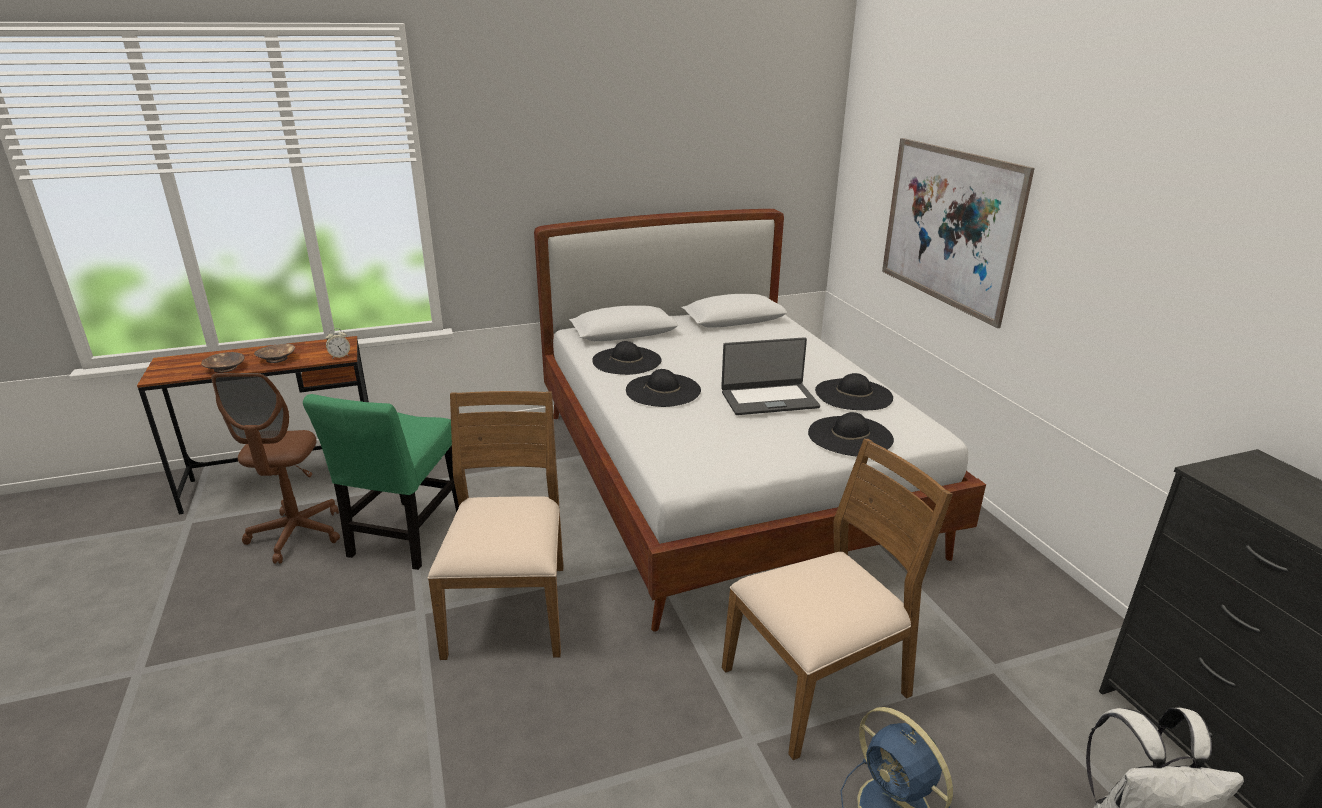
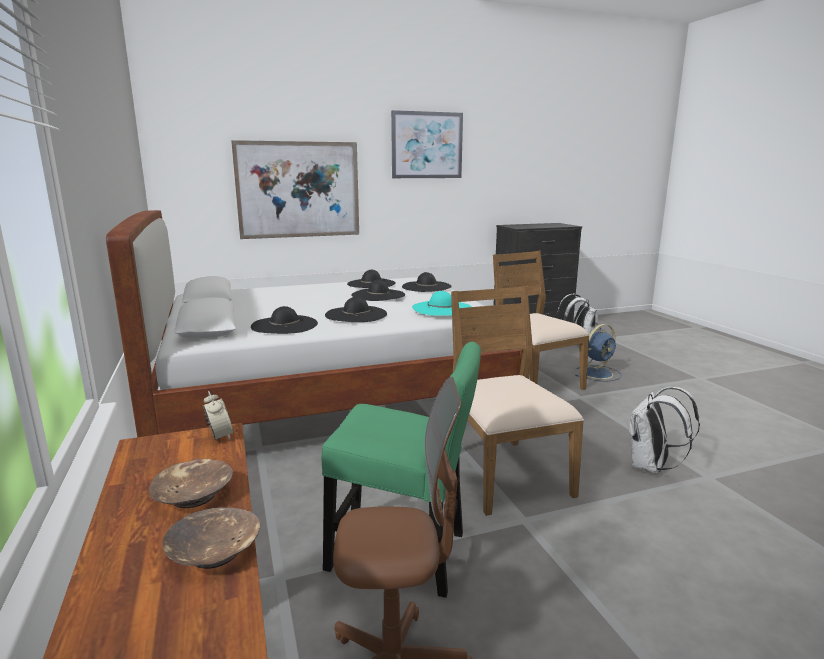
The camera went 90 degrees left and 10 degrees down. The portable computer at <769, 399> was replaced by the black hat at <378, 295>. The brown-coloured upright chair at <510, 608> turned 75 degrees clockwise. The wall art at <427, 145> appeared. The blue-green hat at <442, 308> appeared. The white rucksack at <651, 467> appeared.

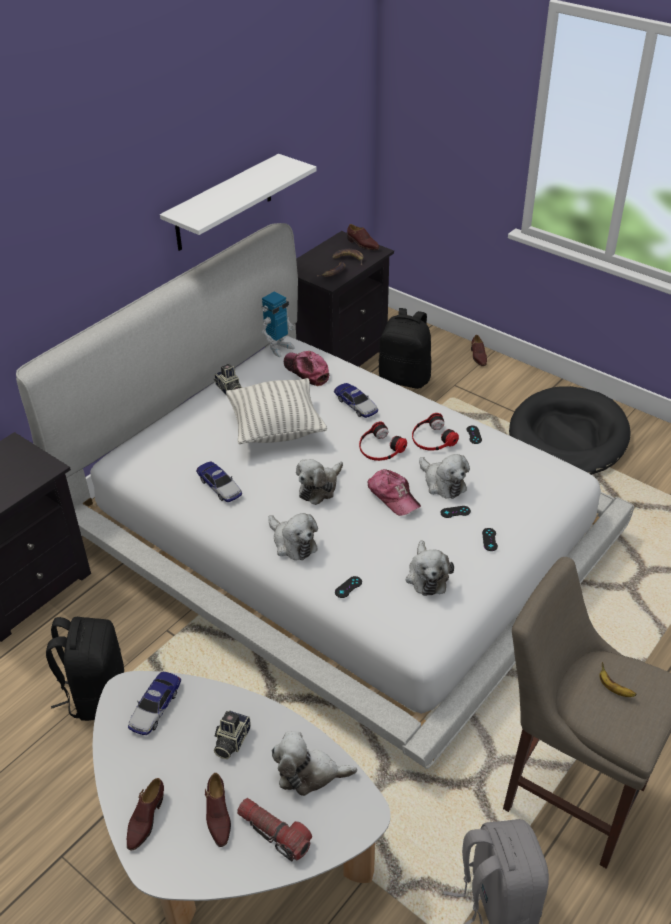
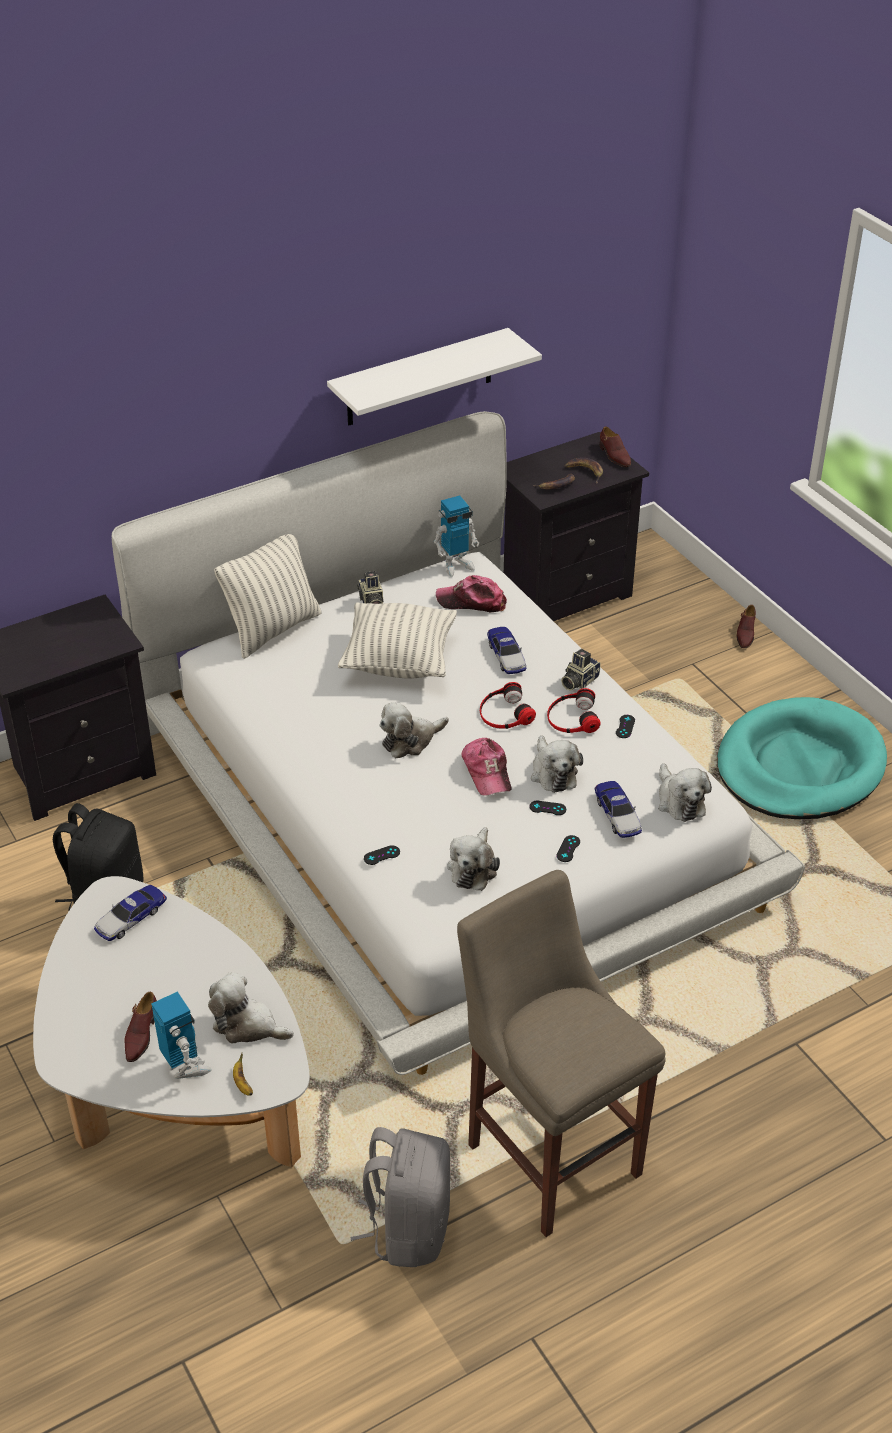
The camera went 20 degrees right and 0 degrees up. The black rucksack at <405, 378> disappeared. The cap at <306, 371> turned 60 degrees counterclockwise. The black dog cushion at <567, 437> became the blue-green dog cushion at <799, 766>. The toy car moved from <219, 486> to <617, 814>. The soft toy moved from <292, 543> to <679, 801>. The banana fruit moved from <613, 689> to <242, 1083>. The photo camera moved from <231, 741> to <578, 681>. The brown-coloured item of footwear at <145, 819> disappeared. The hand torch at <274, 833> was replaced by the robot figure at <185, 1067>. The pillow at <273, 629> appeared.

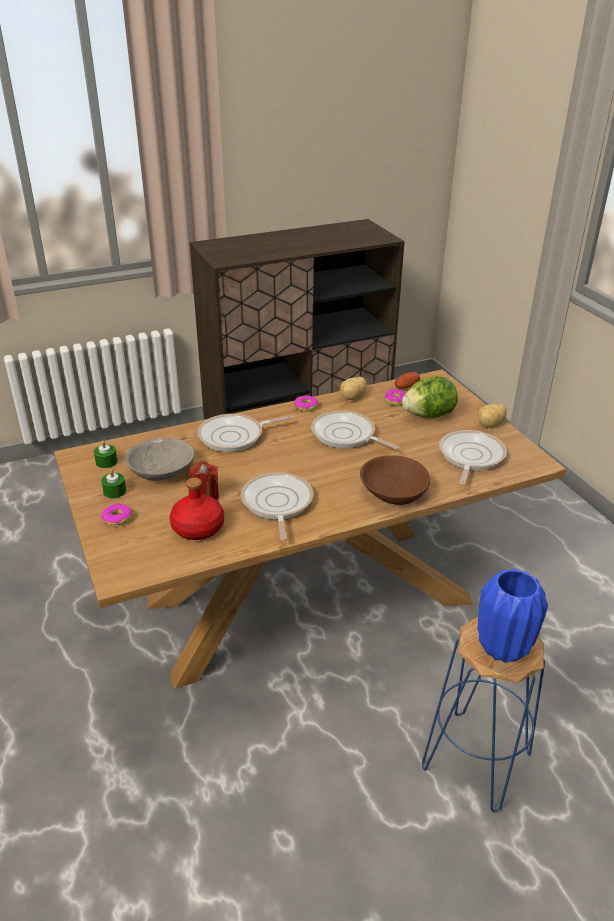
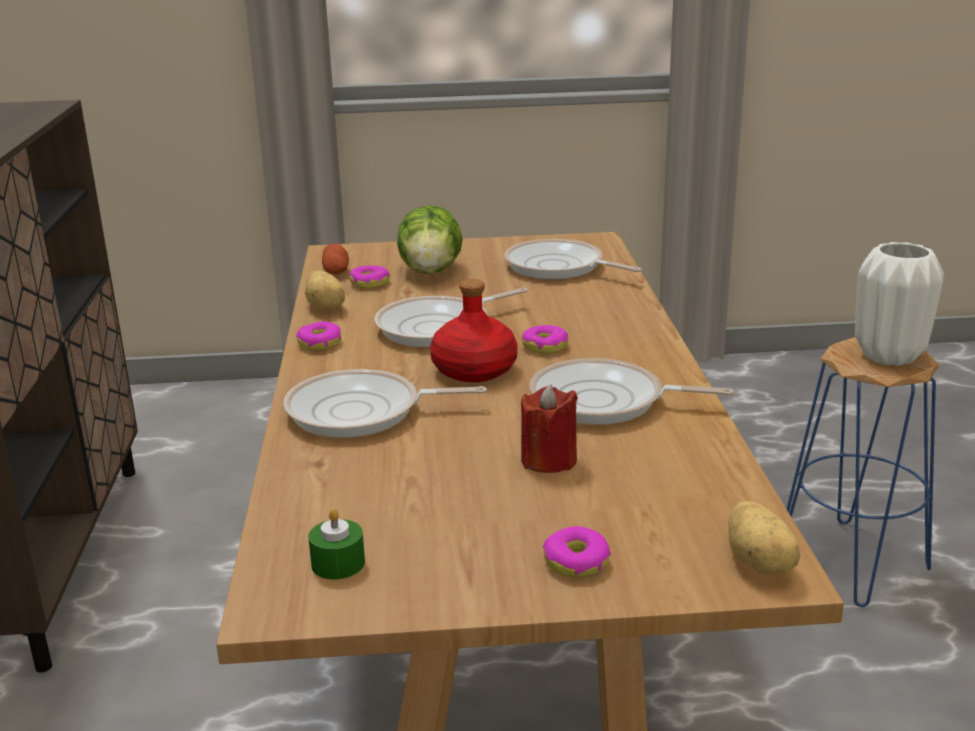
The camera went 70 degrees left and 10 degrees down. The spud moved from <491, 424> to <760, 563>. The skillet at <235, 436> turned 90 degrees clockwise. The grey bowl at <162, 471> disappeared. The brown-coloured bowl at <393, 492> disappeared. The green-coloured wax candle at <114, 491> disappeared. The red beverage bottle moved from <198, 528> to <475, 370>. The blue-coloured vase at <502, 647> became the white vase at <888, 356>. The ring doughnut at <545, 346> appeared.

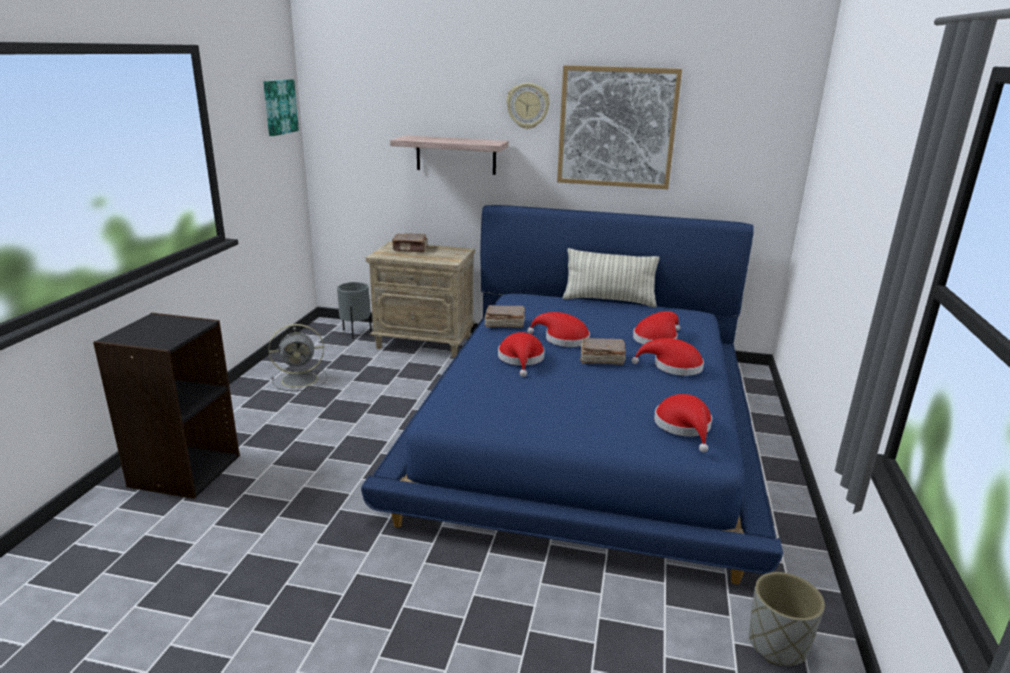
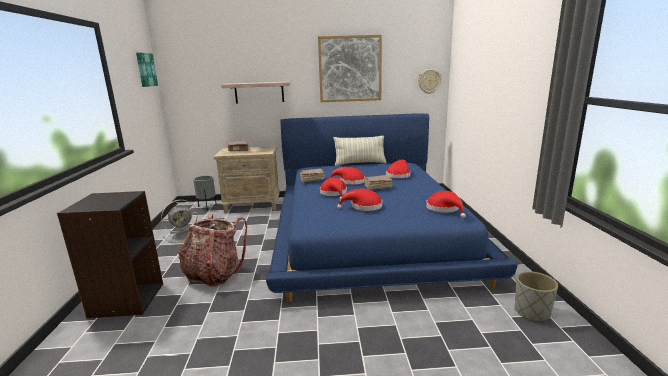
The camera went 15 degrees left and 5 degrees down. The hanging clock moved from <528, 106> to <429, 81>. The red hat moved from <673, 366> to <363, 207>. The rucksack at <214, 274> appeared.

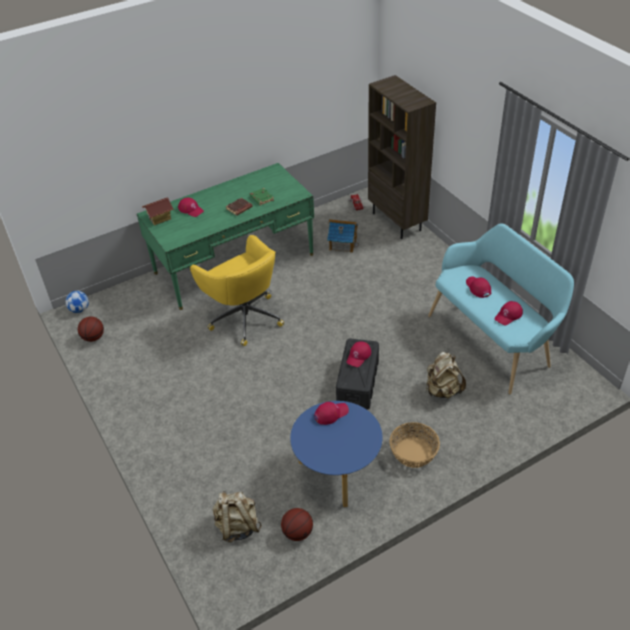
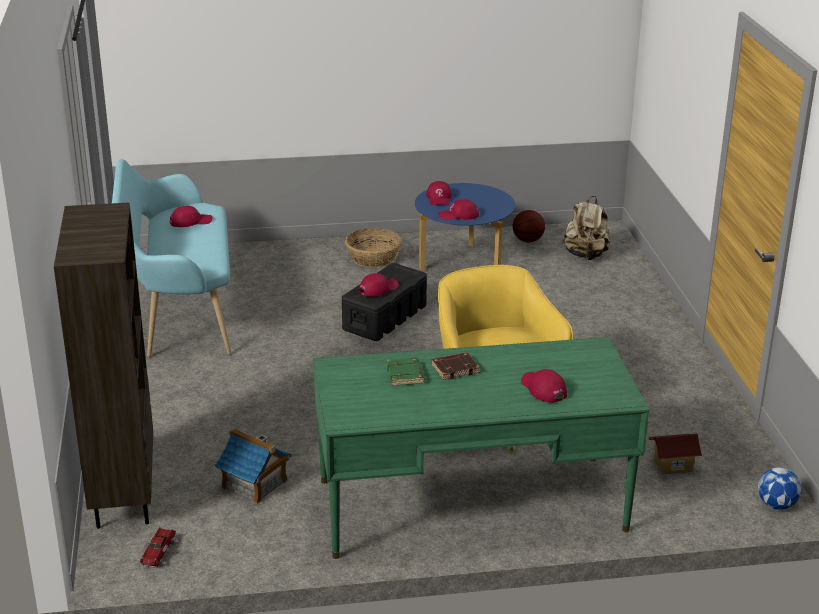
The camera went 160 degrees left and 15 degrees down. The model house moved from <160, 218> to <672, 465>. The red cap moved from <478, 288> to <439, 198>. The ball for basketball at <93, 337> disappeared. The beige-coloured rucksack at <442, 390> disappeared.

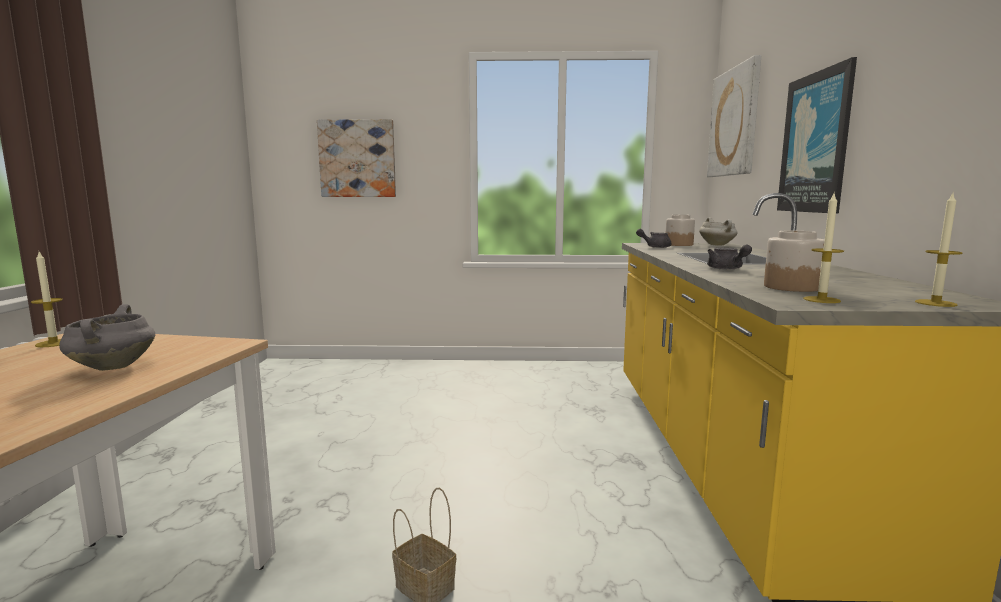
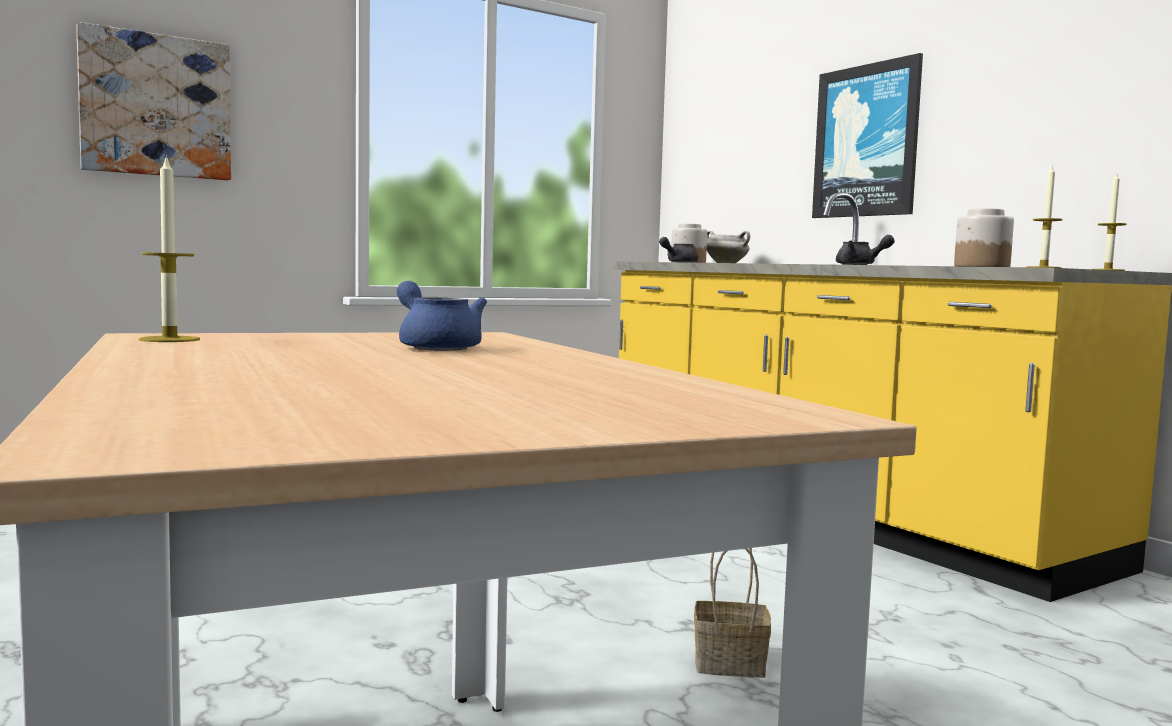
The camera went 35 degrees left and 5 degrees down. The wall art at <734, 122> disappeared. The grey saucepot at <112, 367> was replaced by the blue-coloured tea pot at <436, 347>.

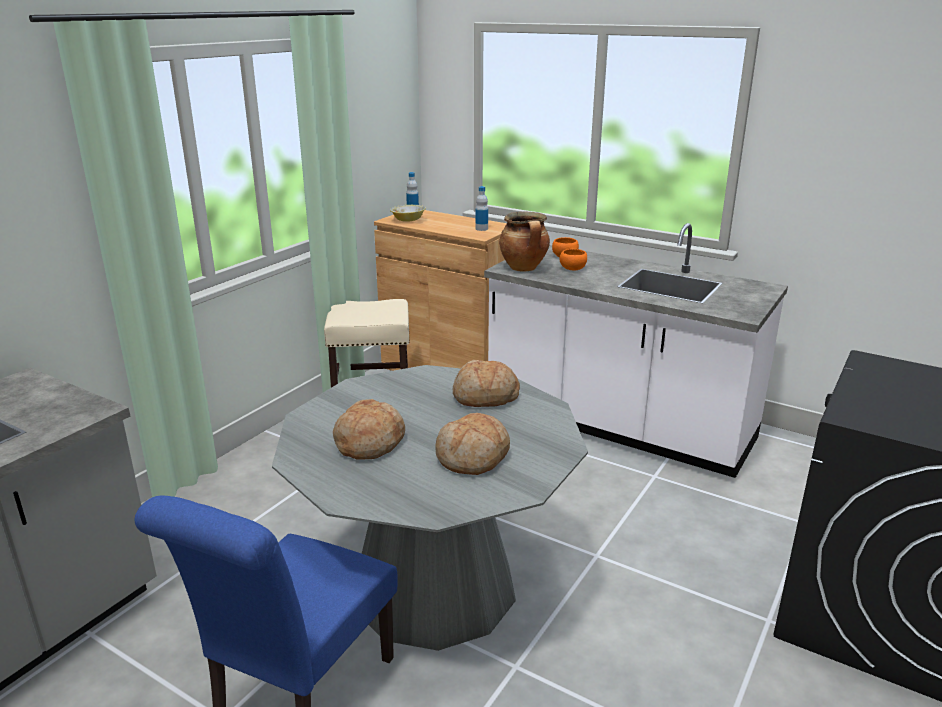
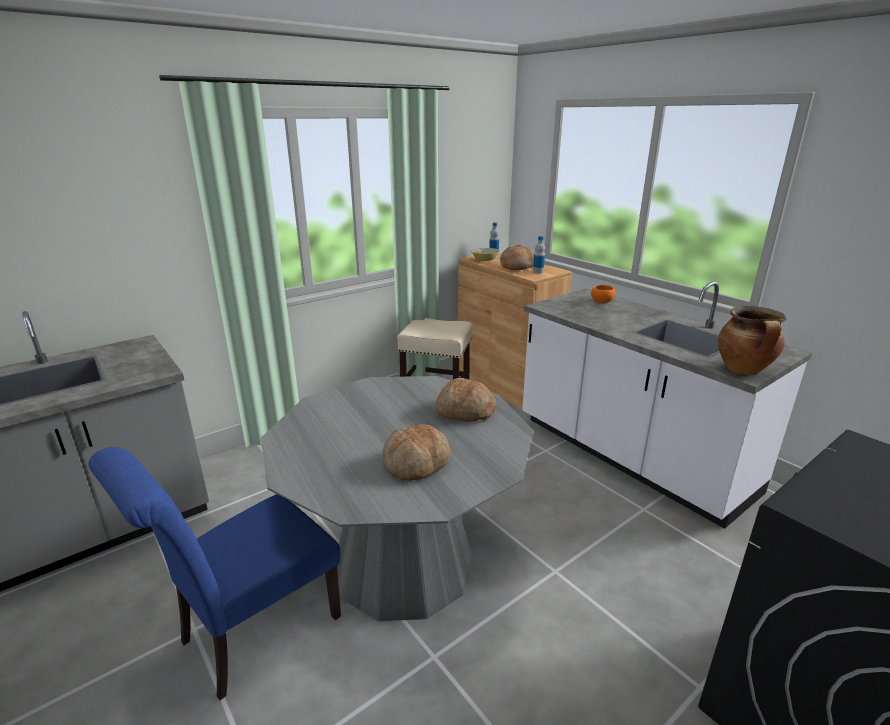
The camera went 20 degrees right and 0 degrees up. The saucepot moved from <524, 268> to <744, 370>. The orangey bowl at <573, 269> disappeared. The baked bread moved from <369, 442> to <517, 266>.

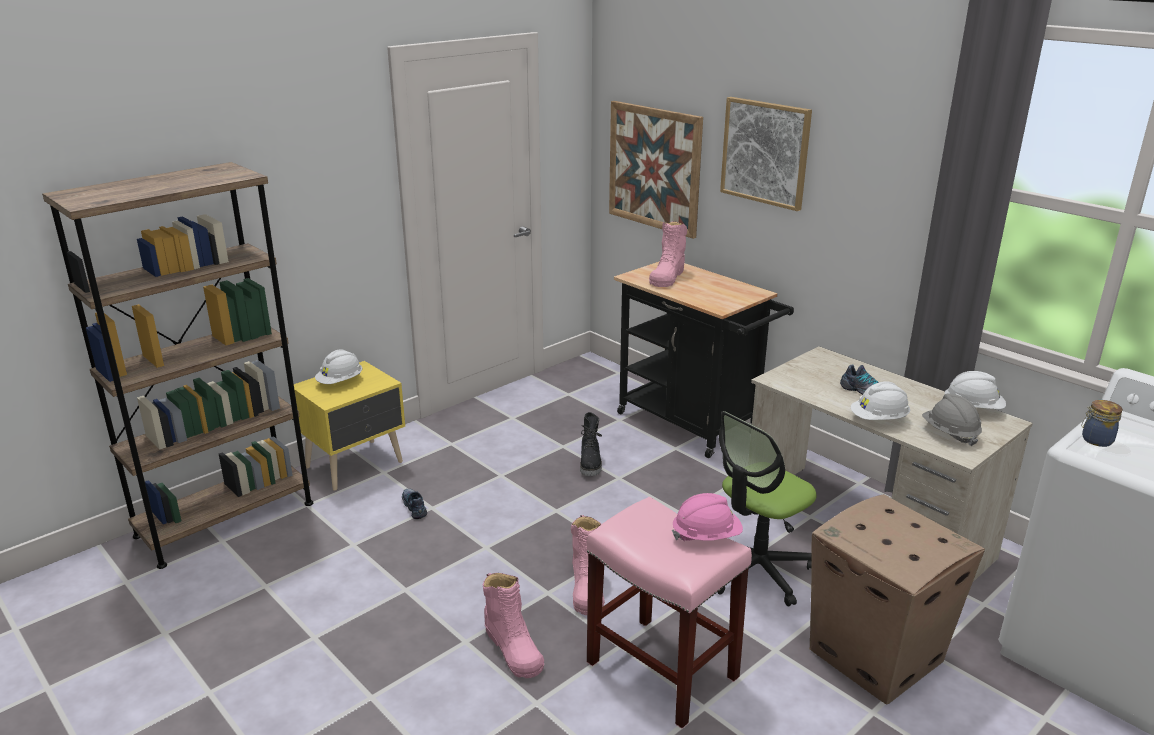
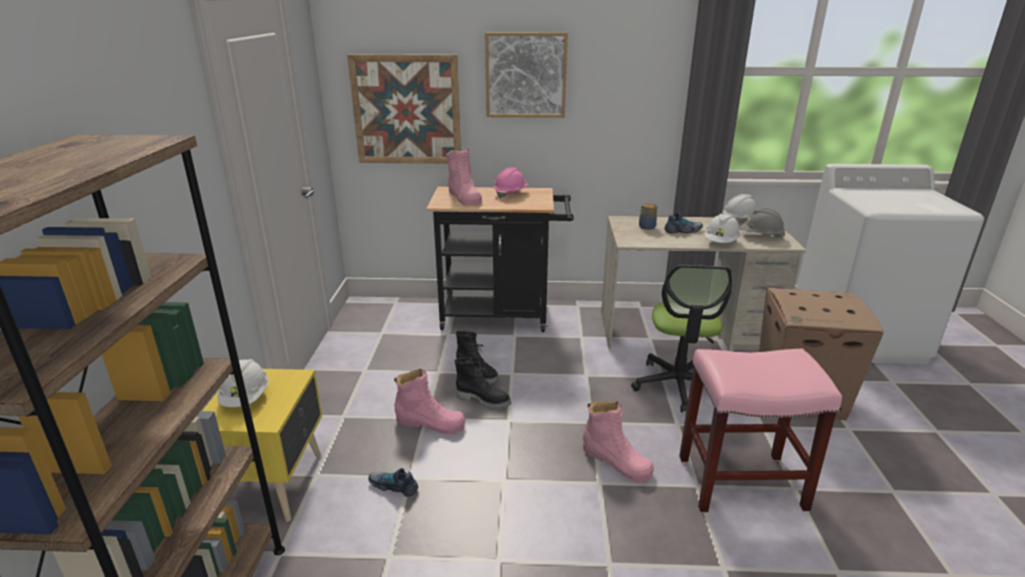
The camera went 45 degrees left and 0 degrees up. The jar moved from <1095, 440> to <646, 227>. The pinkish safety helmet moved from <706, 536> to <510, 194>. The pinkish tall boot moved from <513, 648> to <430, 423>. The black tall boot at <483, 399> appeared.

